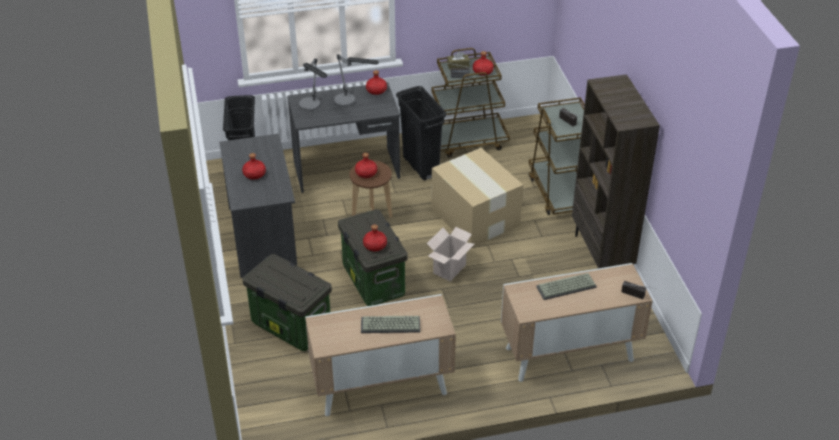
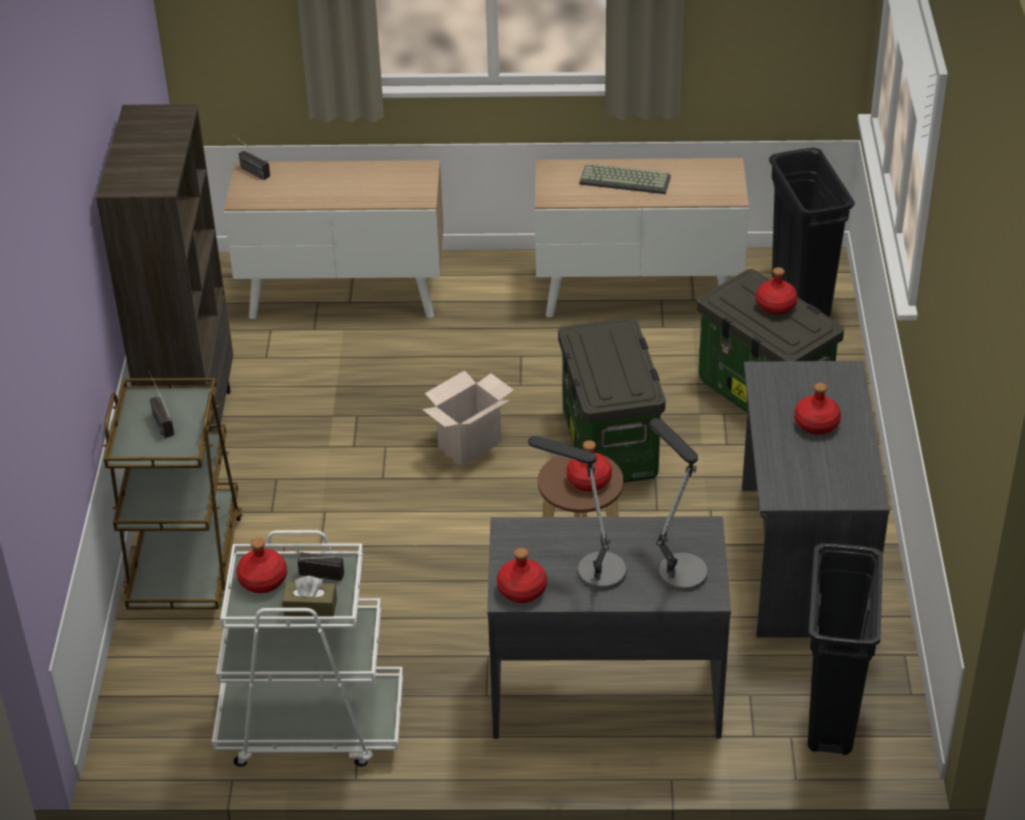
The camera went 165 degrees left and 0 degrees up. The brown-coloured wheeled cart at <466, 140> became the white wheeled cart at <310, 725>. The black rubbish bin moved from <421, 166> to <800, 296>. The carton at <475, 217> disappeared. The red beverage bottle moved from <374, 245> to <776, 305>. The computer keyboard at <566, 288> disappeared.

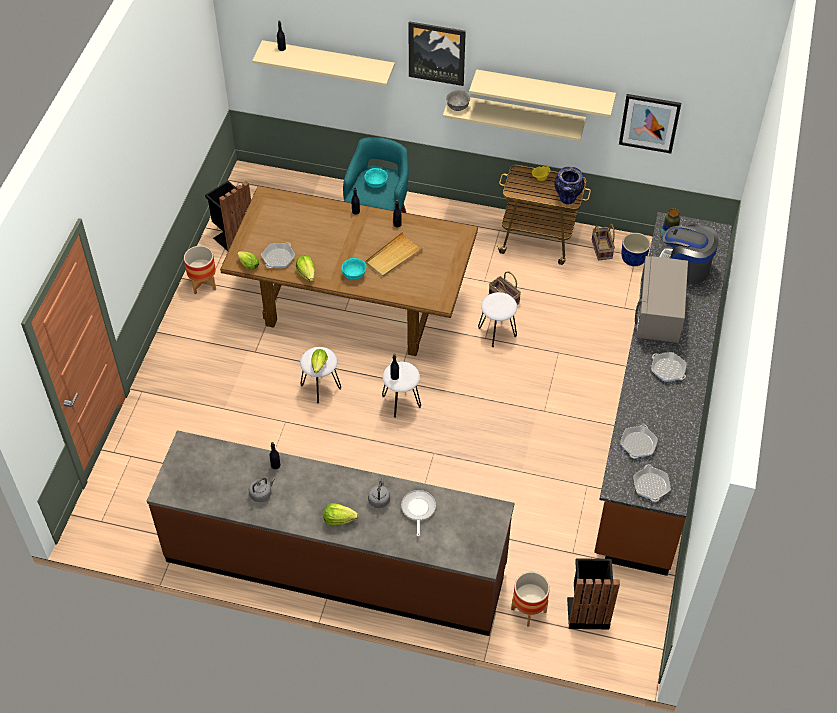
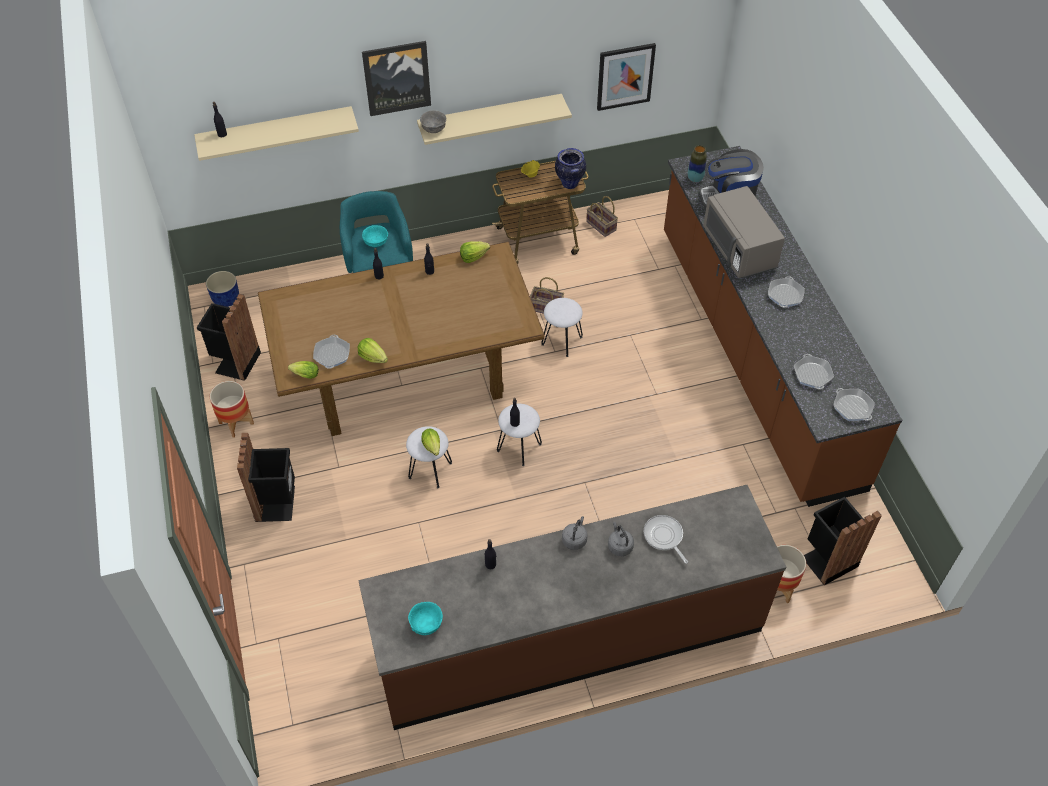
The camera went 30 degrees left and 0 degrees up. The beige-coloured shelf at <544, 91> disappeared. The beige-coloured serving tray at <393, 257> disappeared. The blue-coloured flower pot moved from <633, 259> to <226, 299>. The blue-green bowl moved from <354, 275> to <426, 624>. The skillet at <668, 369> turned 90 degrees counterclockwise. The grey kettle moved from <261, 493> to <575, 539>. The lettuce moved from <339, 519> to <473, 257>. The black rubbish bin at <277, 503> appeared.

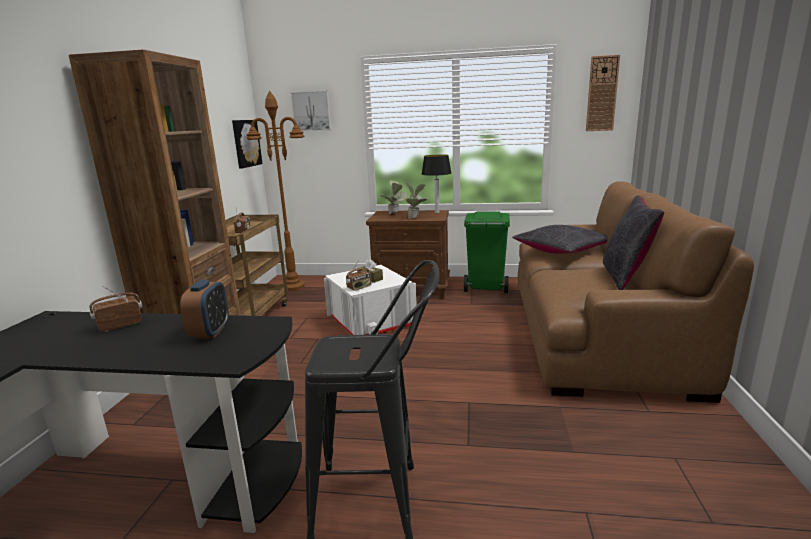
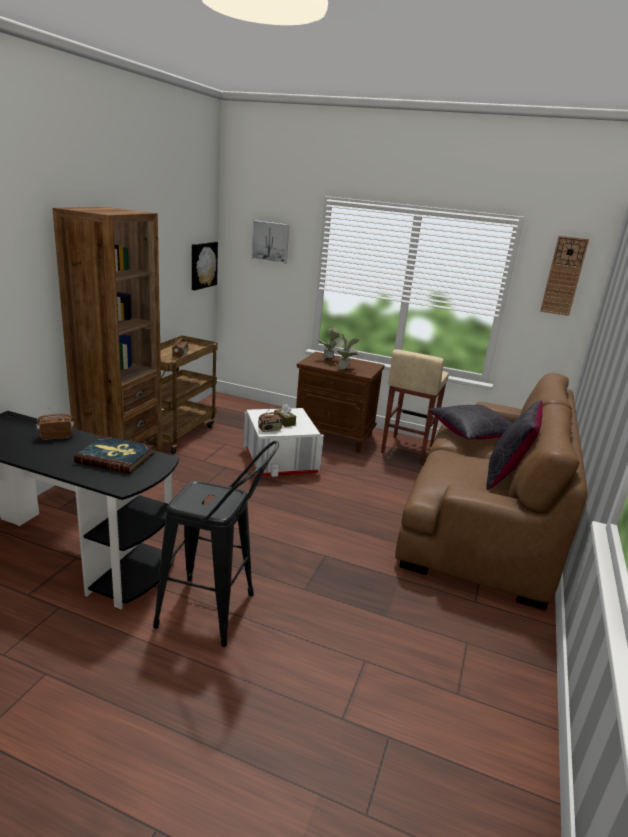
The camera went 10 degrees right and 5 degrees up. The brown-coloured standard lamp at <293, 287> disappeared. The table lamp at <436, 212> disappeared. The green-coloured rubbish bin at <485, 288> was replaced by the beige-coloured sitting stool at <406, 449>. The bedside clock at <210, 332> was replaced by the volume at <116, 458>.

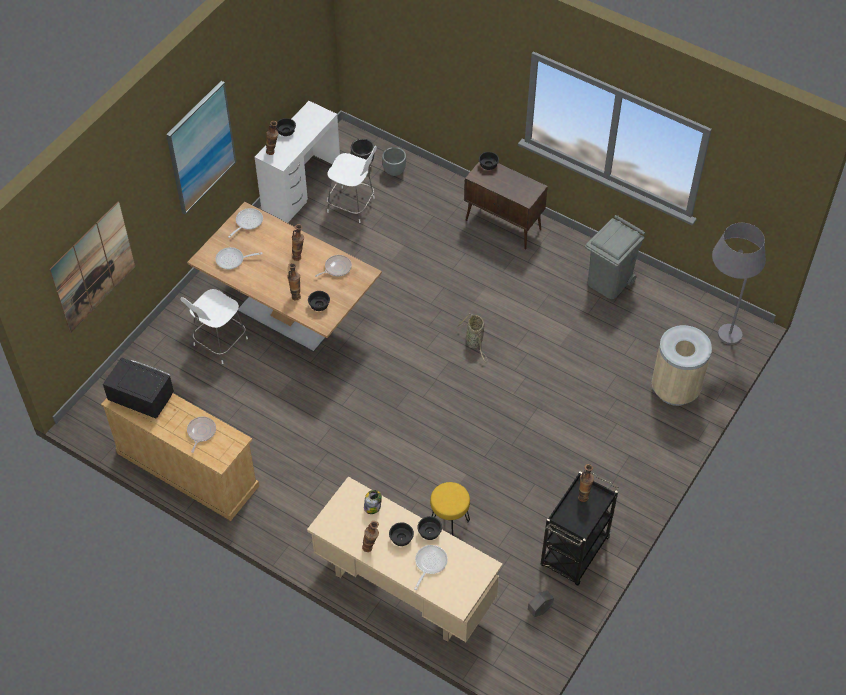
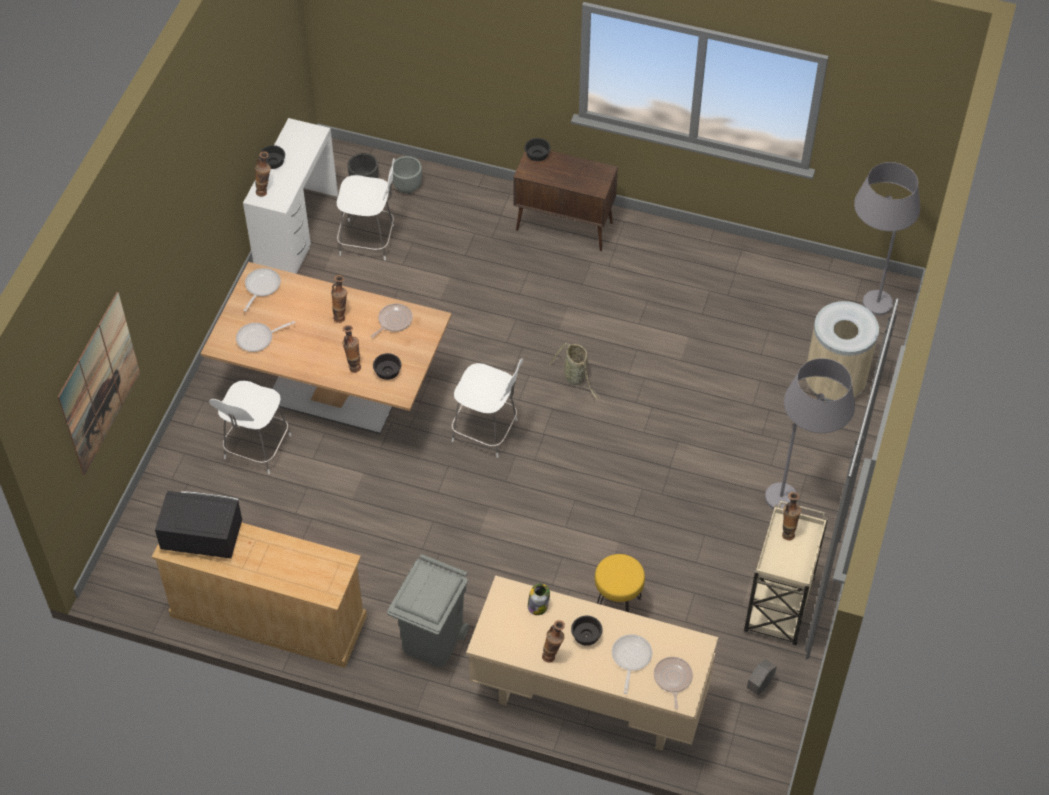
The camera went 15 degrees left and 0 degrees up. The wall art at <201, 147> disappeared. The grey rubbish bin moved from <609, 282> to <433, 640>. The skillet moved from <201, 432> to <672, 679>. The black wheeled cart at <574, 553> became the beige-coloured wheeled cart at <778, 607>. The black bowl at <429, 533> disappeared. The white upright chair at <487, 431> appeared. The grey standard lamp at <798, 501> appeared.

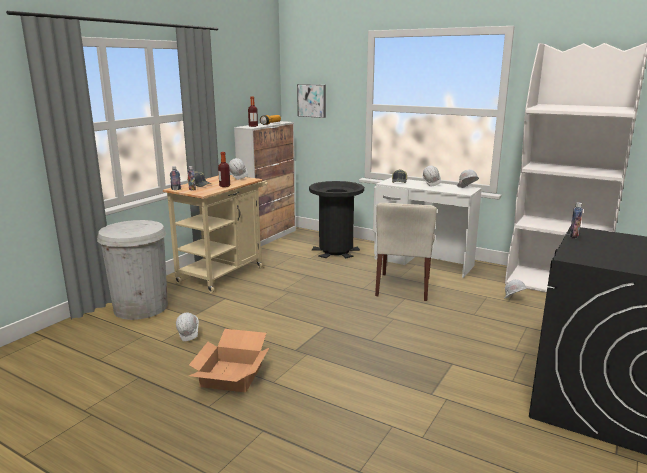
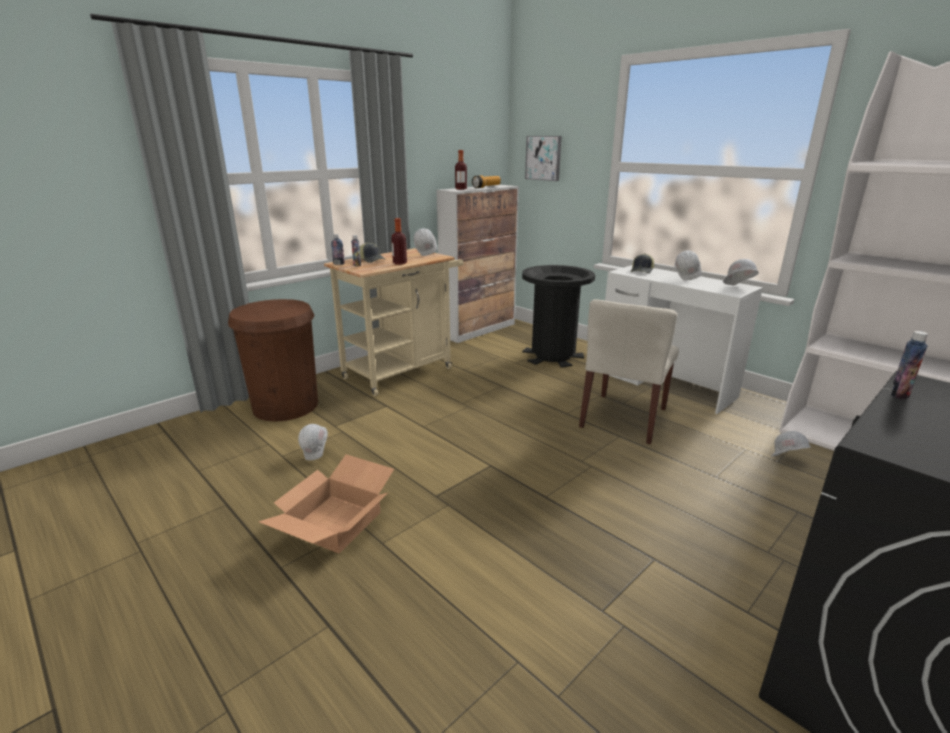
The camera went 15 degrees right and 5 degrees up. The white rubbish bin at <141, 307> became the brown-coloured rubbish bin at <285, 406>.

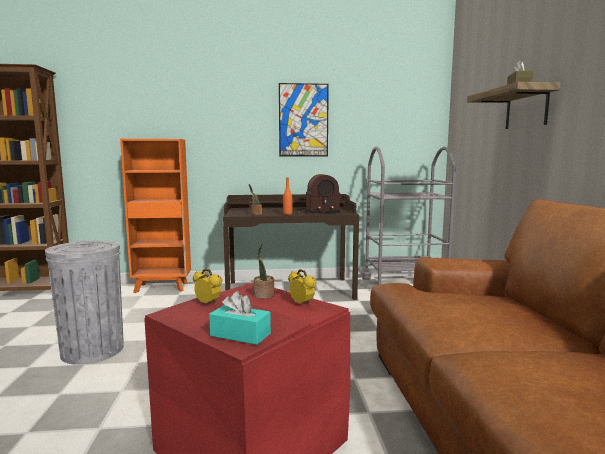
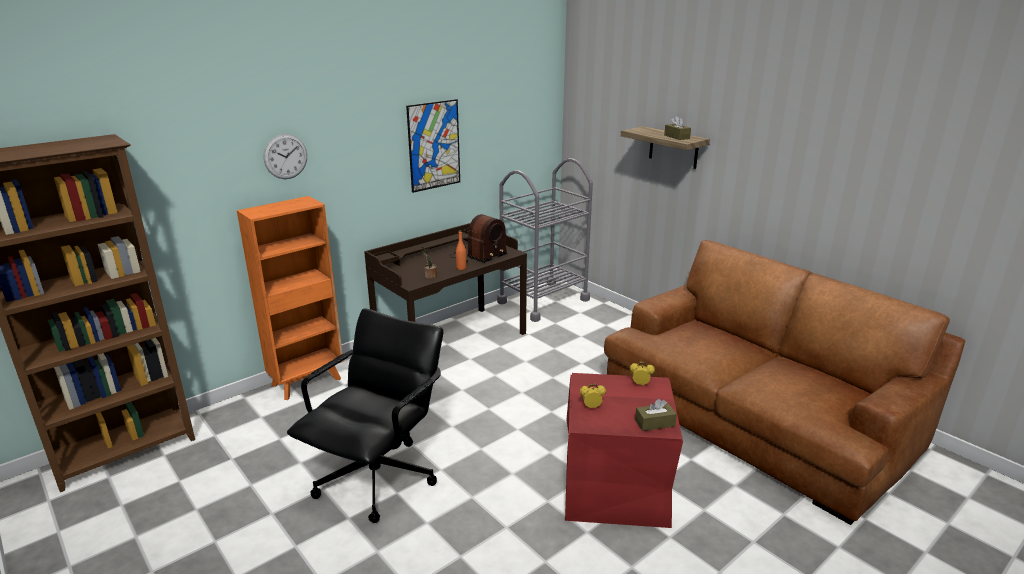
The camera went 35 degrees left and 15 degrees up. The grey rubbish bin at <93, 350> was replaced by the black office chair at <378, 478>. The houseplant at <263, 296> disappeared. The blue-green tissue holder at <240, 334> became the brown-coloured tissue holder at <654, 423>. The hanging clock at <285, 156> appeared.

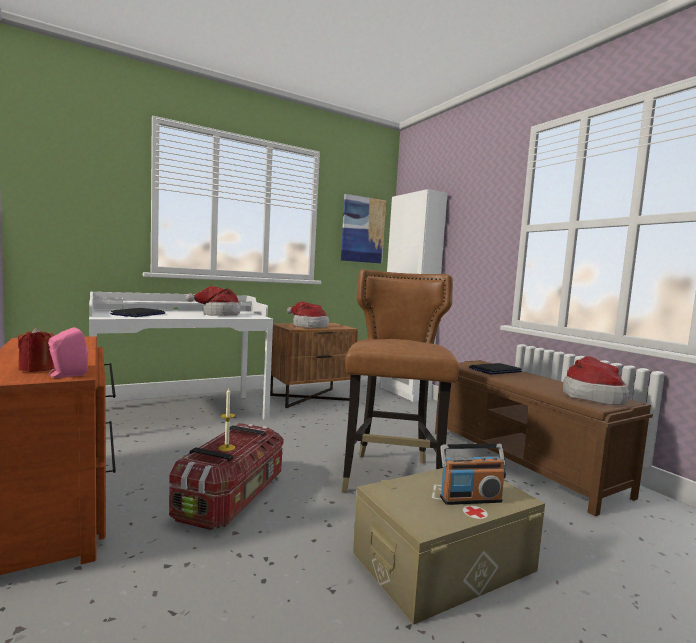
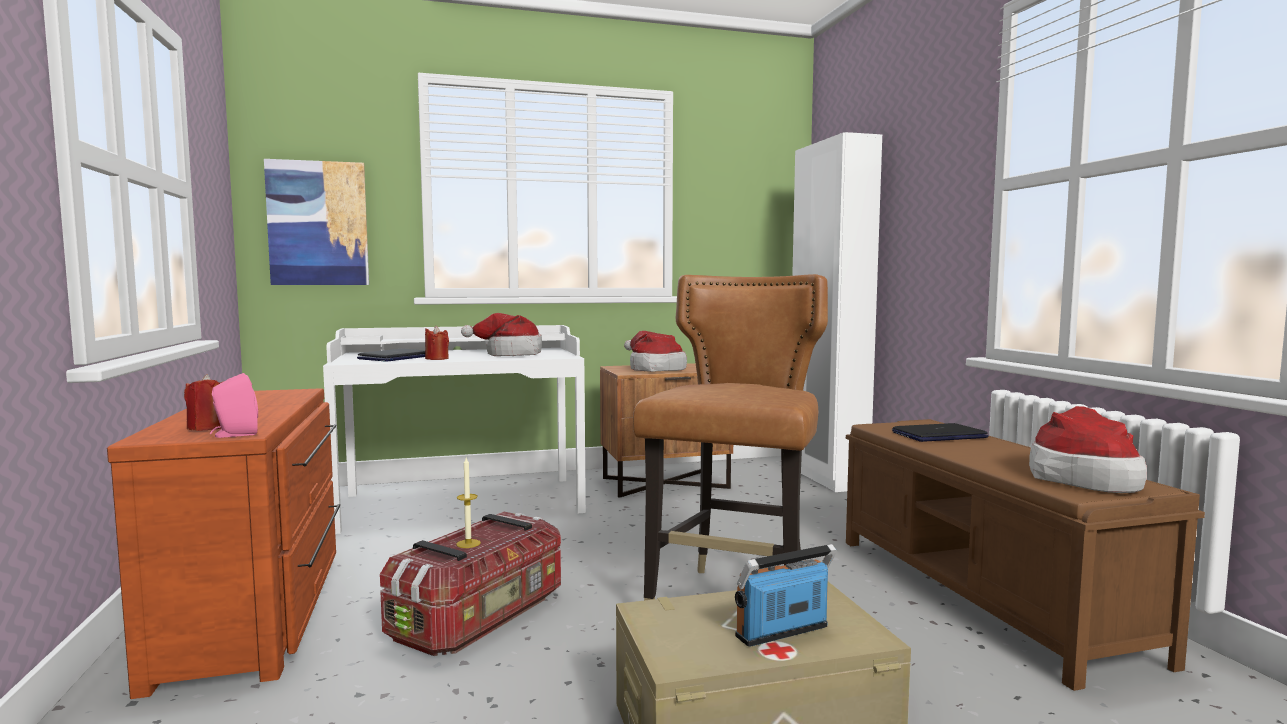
The camera went 15 degrees right and 0 degrees up. The wall art moved from <363, 230> to <318, 223>. The radio at <470, 499> turned 150 degrees clockwise. The red wax candle at <437, 359> appeared.

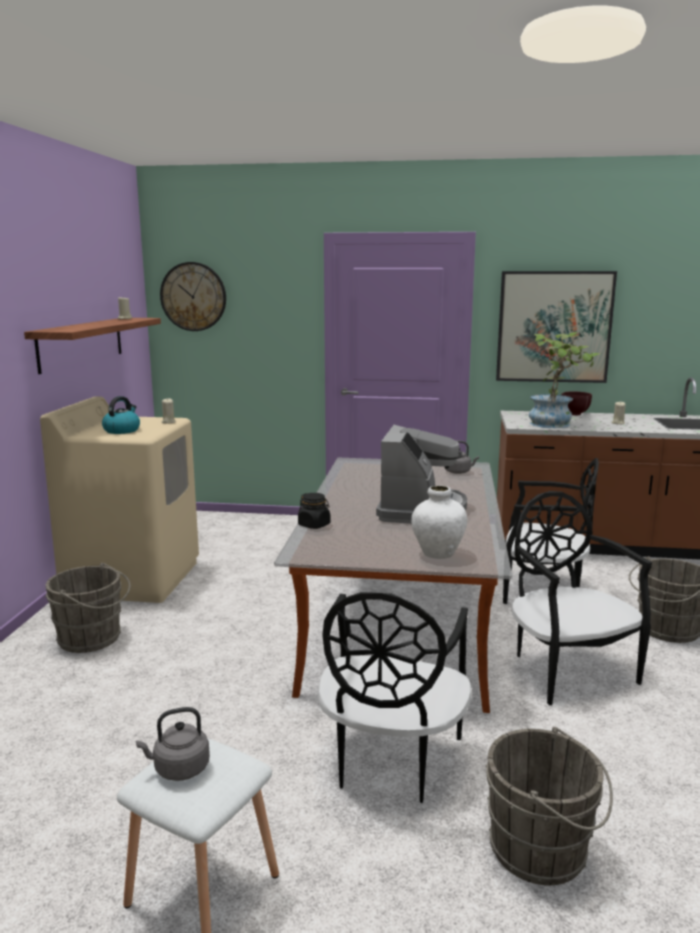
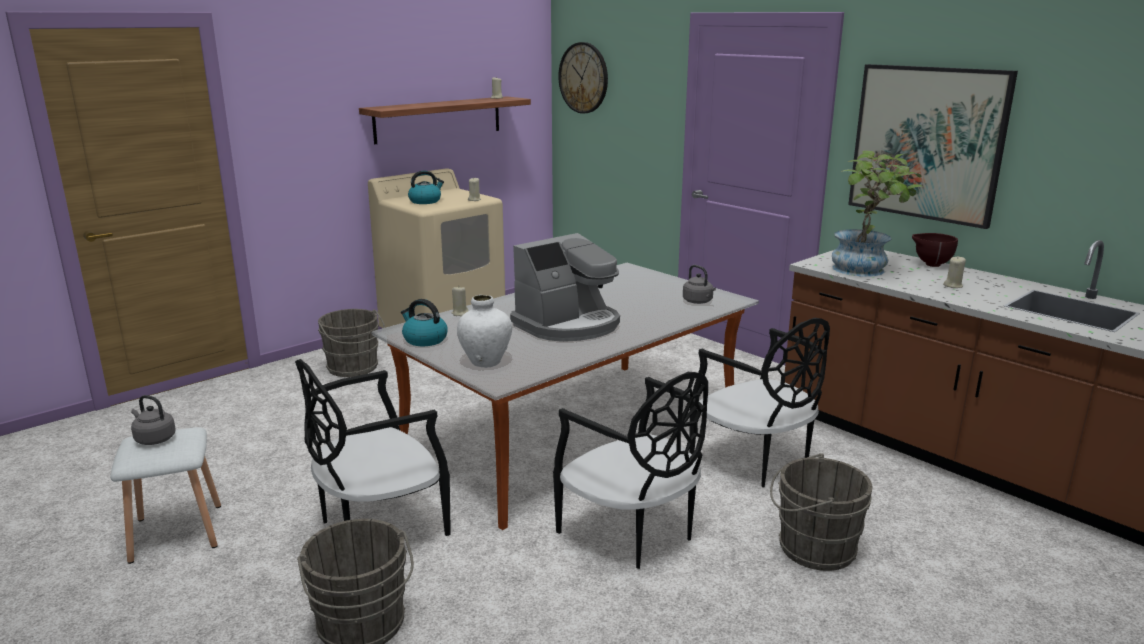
The camera went 40 degrees right and 5 degrees up. The black upright chair at <567, 670> turned 120 degrees clockwise. The black jar at <314, 525> was replaced by the beige-coloured wax candle at <460, 313>. The kettle at <424, 340> appeared.

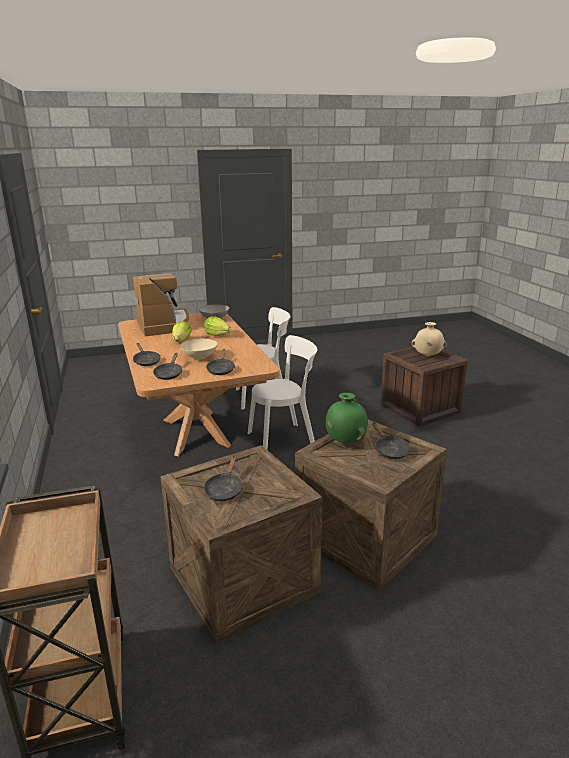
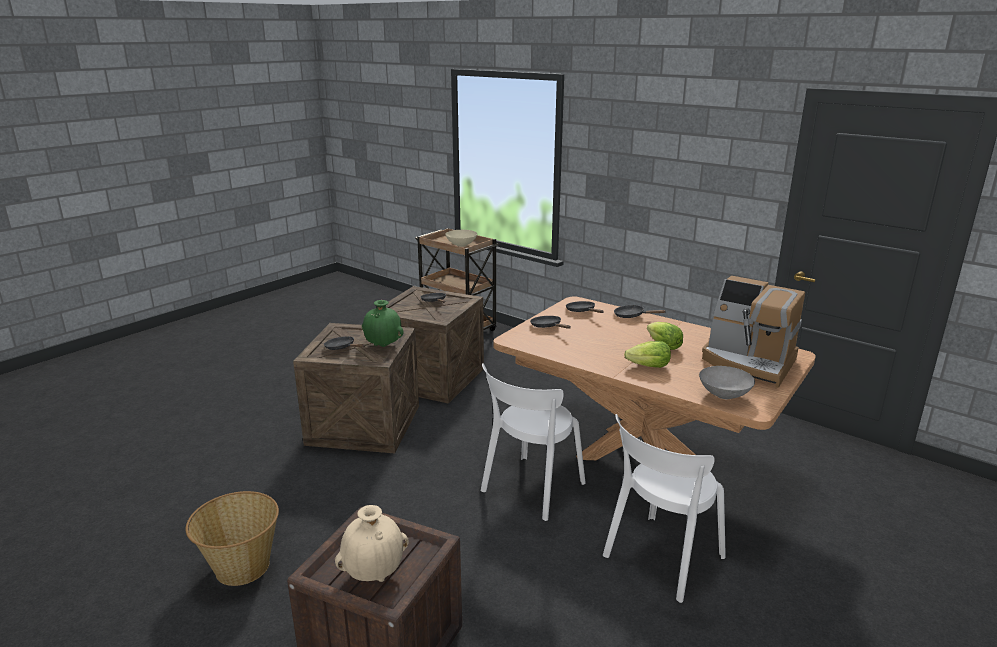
The camera went 145 degrees right and 0 degrees up. The beige-coloured bowl moved from <200, 357> to <461, 245>. The basket at <241, 566> appeared.

